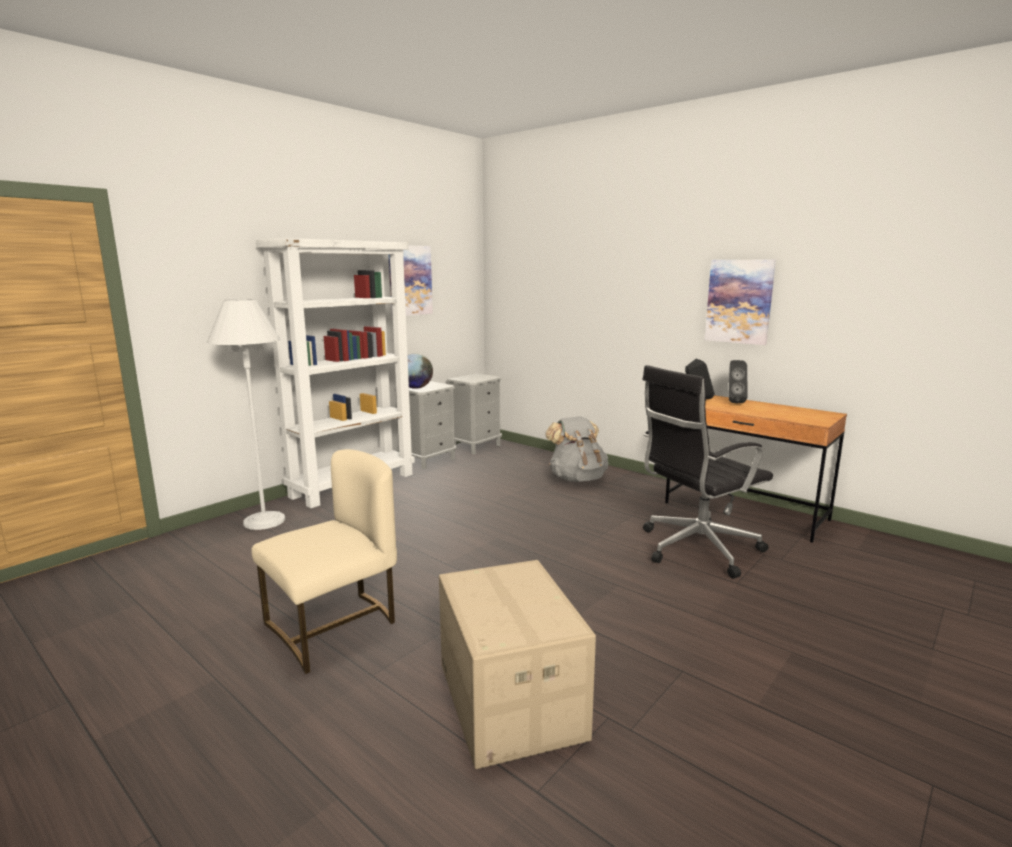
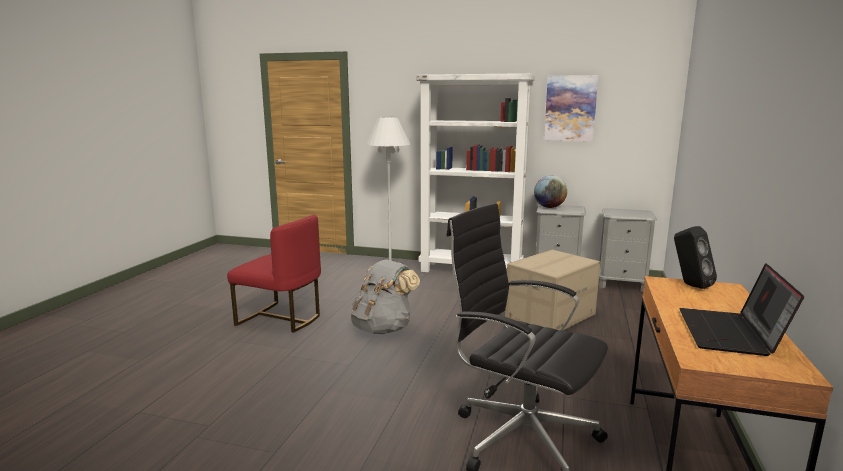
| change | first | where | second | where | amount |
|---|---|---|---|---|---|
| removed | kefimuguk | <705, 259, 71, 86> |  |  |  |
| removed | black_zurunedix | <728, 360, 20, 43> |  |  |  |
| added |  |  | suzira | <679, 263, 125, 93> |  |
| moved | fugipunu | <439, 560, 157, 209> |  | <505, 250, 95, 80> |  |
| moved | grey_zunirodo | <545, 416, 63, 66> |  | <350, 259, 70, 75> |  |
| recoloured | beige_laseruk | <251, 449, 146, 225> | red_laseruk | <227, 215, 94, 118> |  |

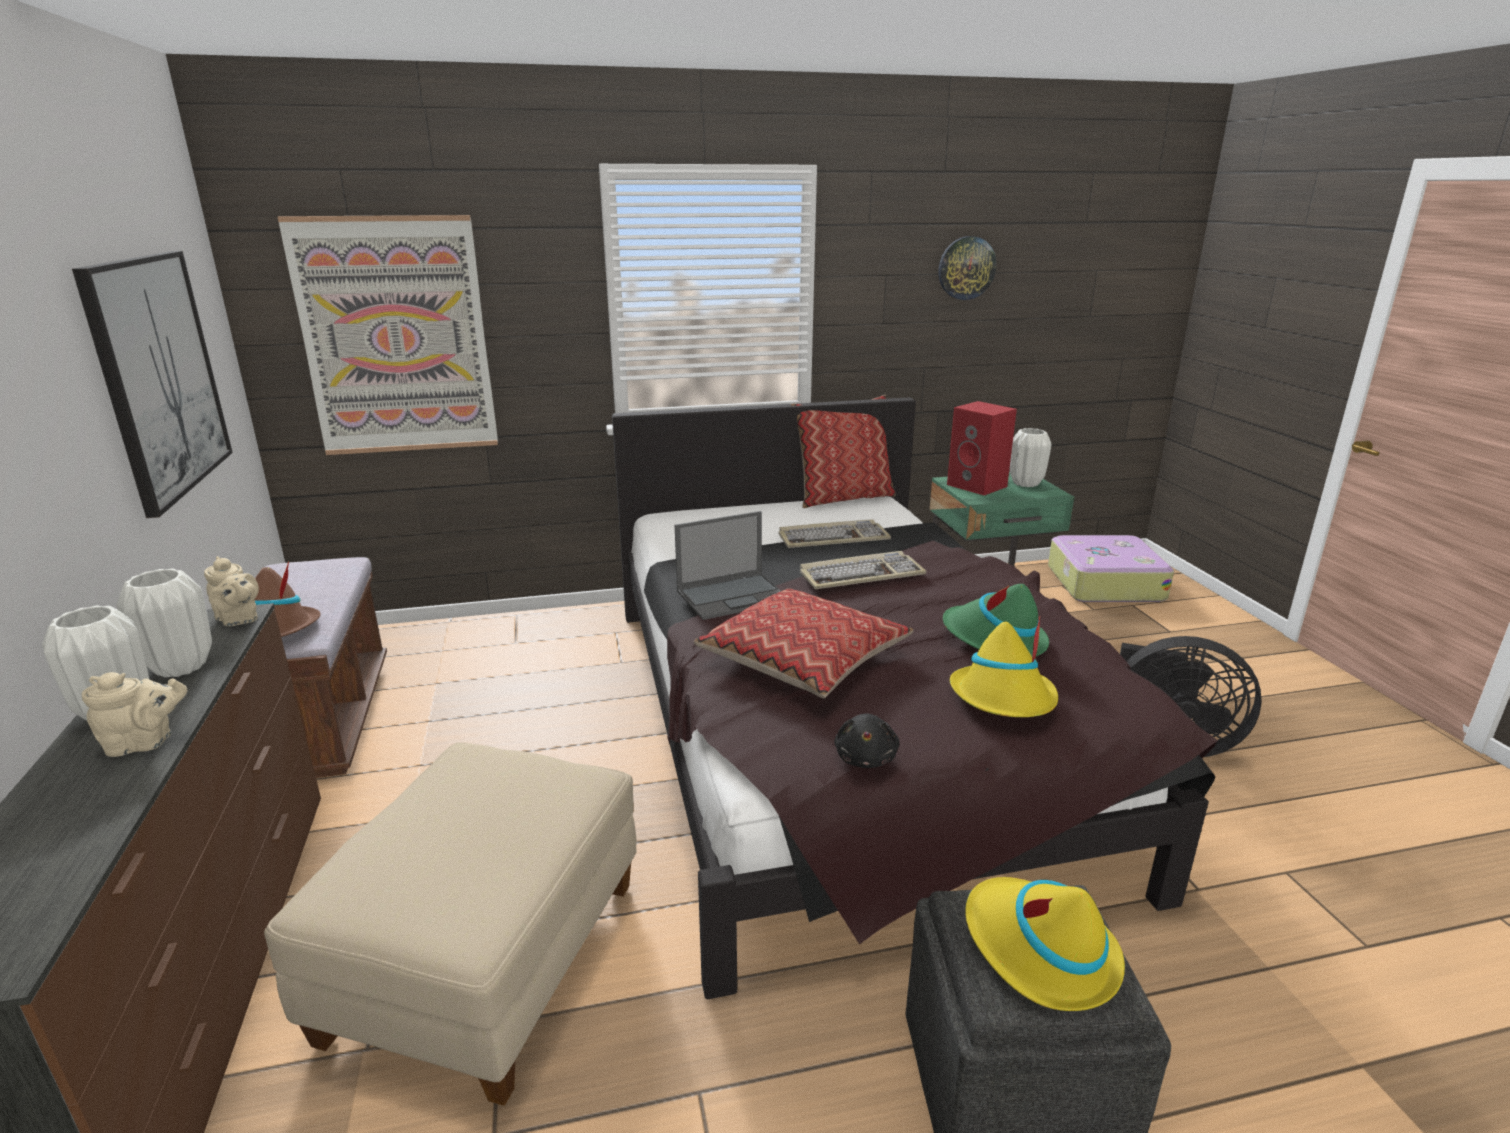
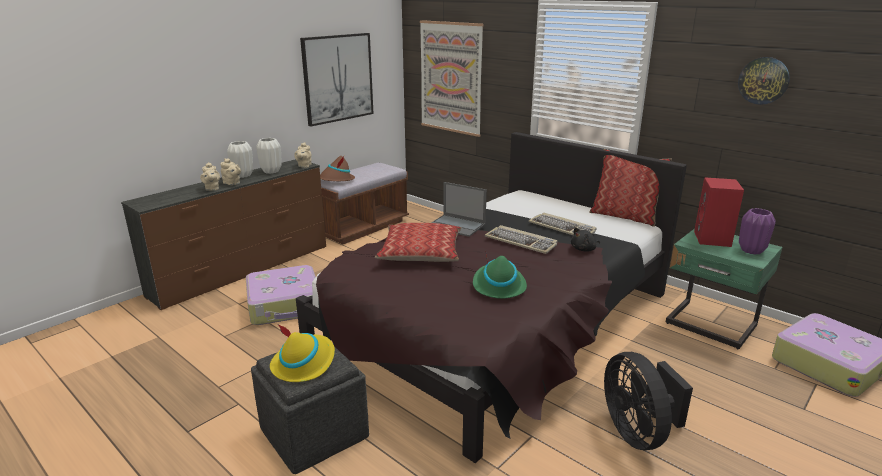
| change | first | where | second | where | amount |
|---|---|---|---|---|---|
| removed | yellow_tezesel | <950, 616, 108, 101> |  |  |  |
| added |  |  | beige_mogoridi | <200, 162, 20, 29> |  |
| moved | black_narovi | <834, 713, 66, 55> |  | <571, 228, 29, 24> |  |
| replaced | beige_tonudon | <264, 742, 373, 364> | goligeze | <245, 265, 71, 60> |  |
| recoloured | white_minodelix | <1010, 428, 42, 59> | purple_minodelix | <739, 208, 37, 47> |  |

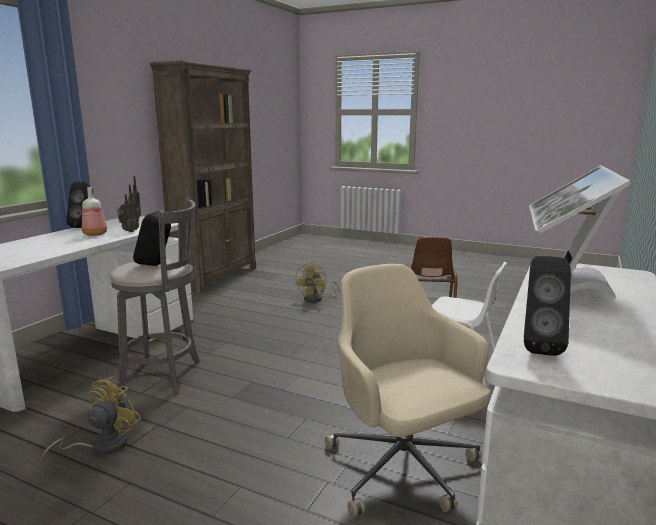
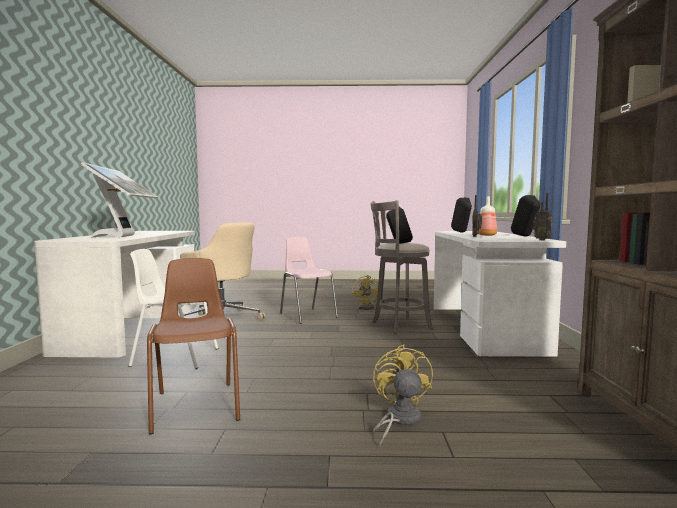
| change | first | where | second | where | amount |
|---|---|---|---|---|---|
| added |  |  | pink_laseruk | <280, 237, 58, 87> |  |
| moved | black_zurunedix | <524, 256, 47, 100> |  | <451, 198, 21, 35> |  |

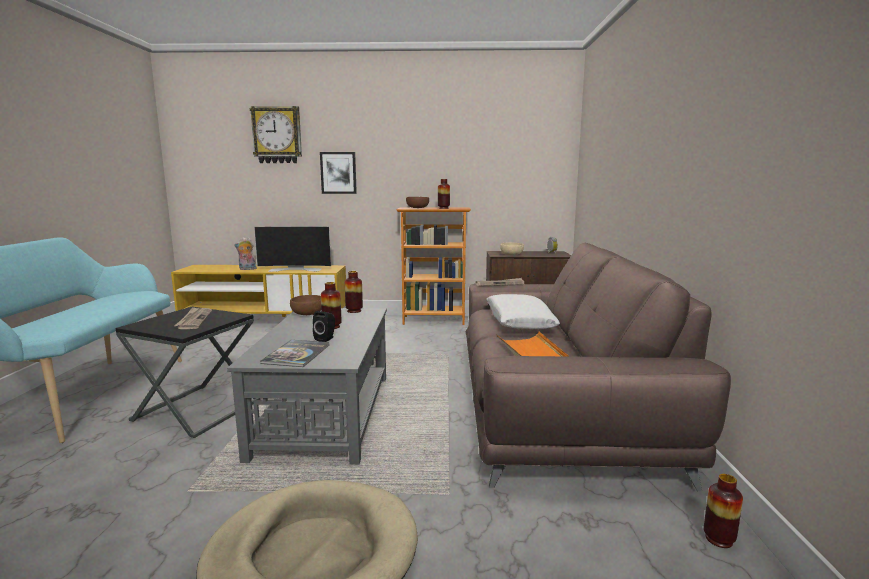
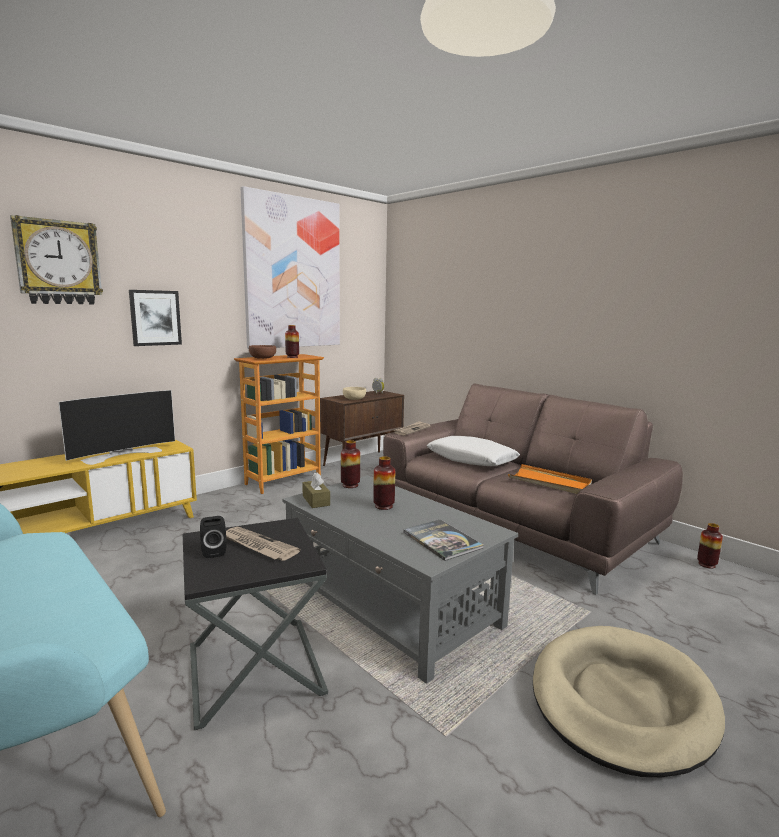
| change | first | where | second | where | amount |
|---|---|---|---|---|---|
| removed | narovi | <234, 237, 23, 33> |  |  |  |
| added |  |  | kefimuguk | <240, 186, 100, 163> |  |
| moved | black_zurunedix | <313, 311, 22, 31> |  | <200, 516, 27, 42> |  |
| replaced | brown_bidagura | <290, 295, 31, 20> | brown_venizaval | <302, 472, 28, 36> |  |

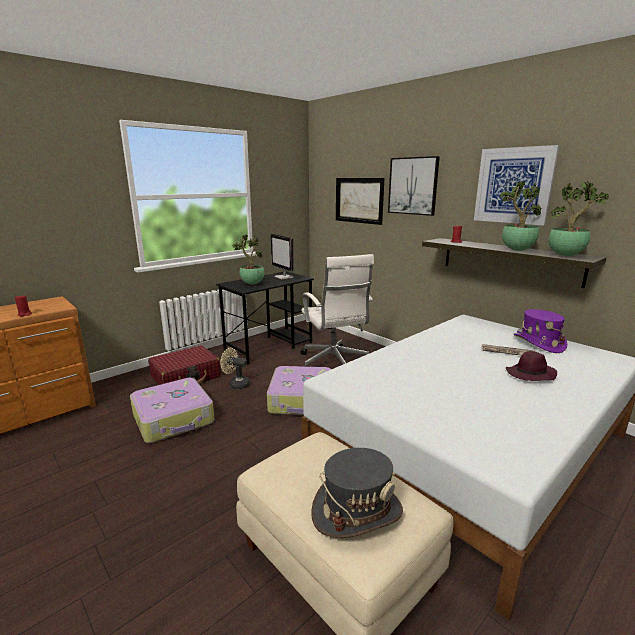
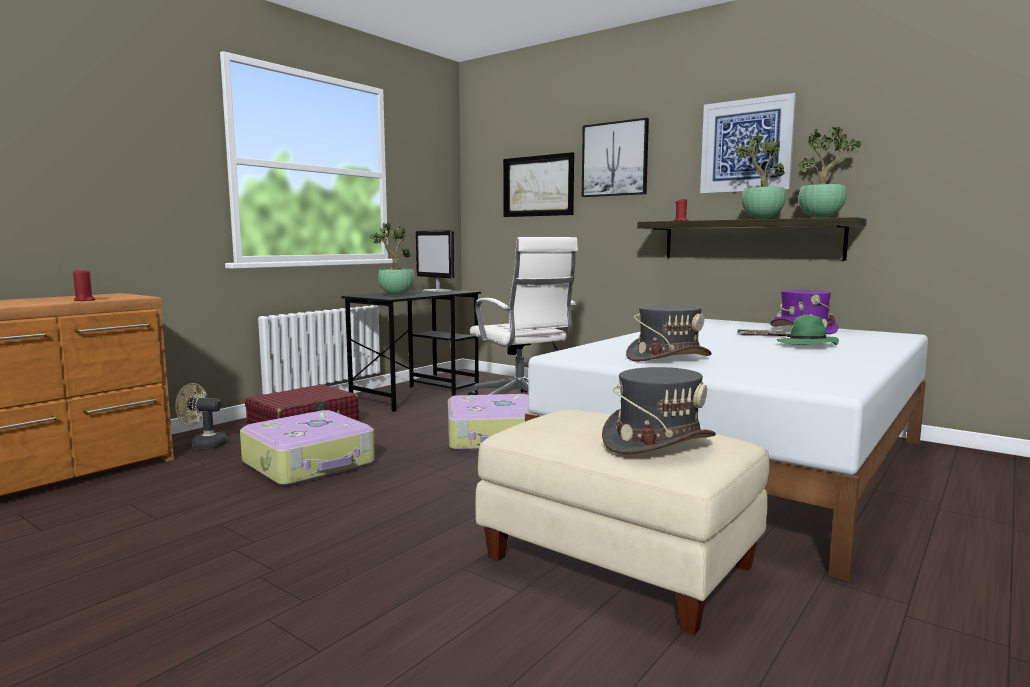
| change | first | where | second | where | amount |
|---|---|---|---|---|---|
| added |  |  | grey_tezesel | <626, 305, 86, 57> |  |
| moved | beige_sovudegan | <220, 348, 30, 41> |  | <175, 383, 52, 66> |  |
| recoloured | purple_tezesel | <506, 351, 51, 30> | green_tezesel | <776, 315, 63, 30> |  |

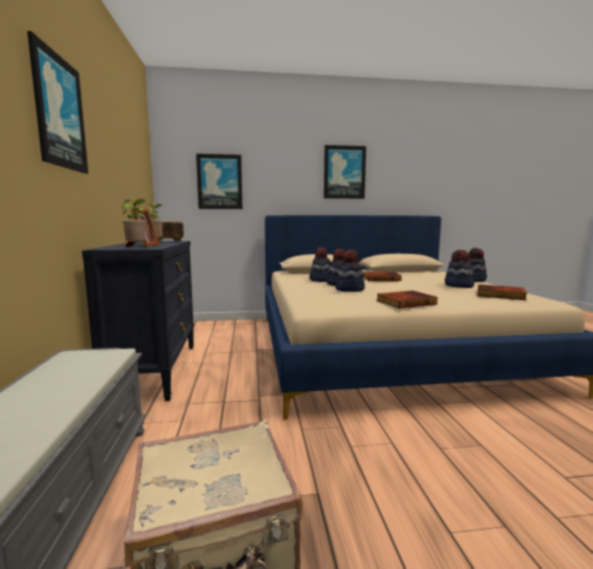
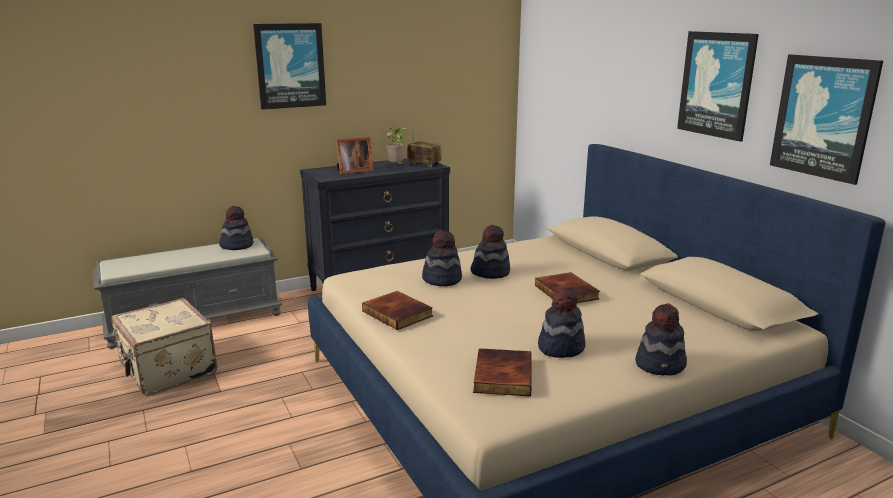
| change | first | where | second | where | amount |
|---|---|---|---|---|---|
| removed | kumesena | <122, 199, 25, 48> |  |  |  |
| moved | kefimuguk | <196, 154, 46, 55> |  | <770, 54, 113, 131> |  |
| moved | tezesel | <309, 247, 22, 35> |  | <219, 206, 34, 44> |  |

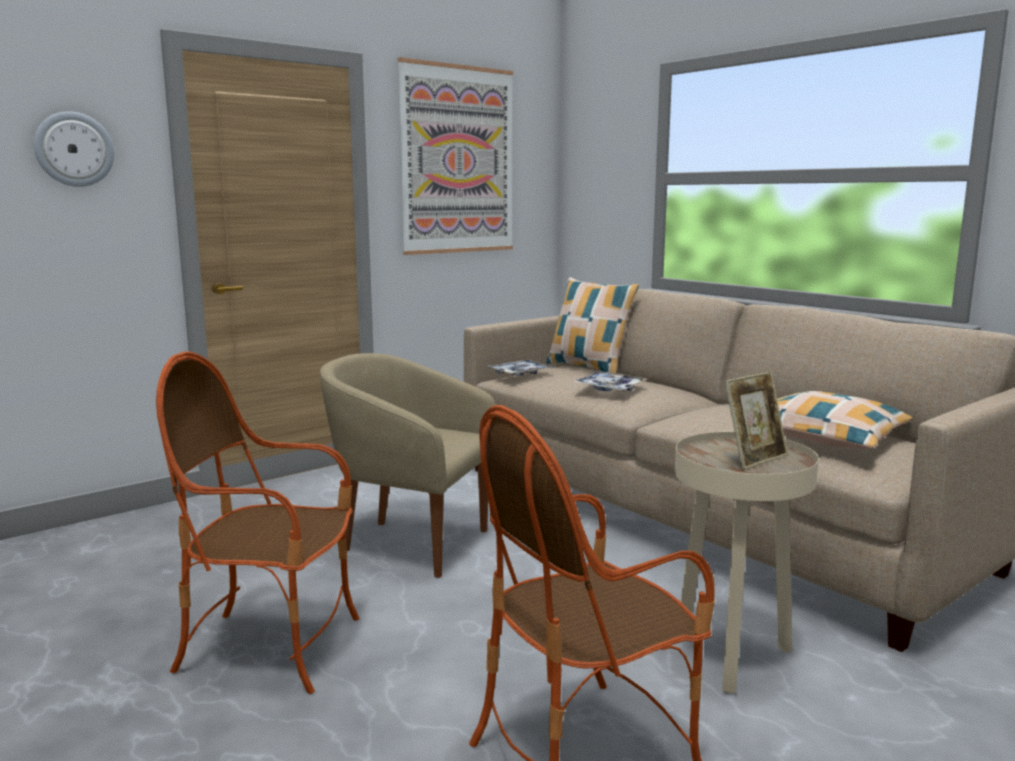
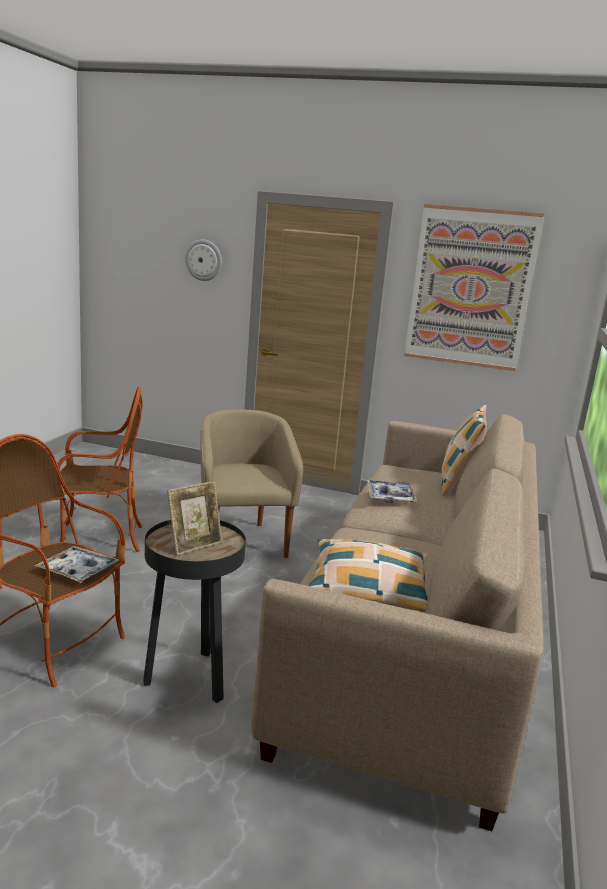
| change | first | where | second | where | amount |
|---|---|---|---|---|---|
| moved | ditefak | <489, 360, 65, 16> |  | <35, 546, 85, 37> |  |
| recoloured | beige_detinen | <675, 432, 144, 261> | black_detinen | <143, 520, 103, 183> |  |
| turned | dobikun | <156, 352, 204, 342> |  | <57, 386, 86, 166> | 105 degrees clockwise |
| turned | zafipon | <725, 371, 63, 99> |  | <167, 481, 56, 75> | 60 degrees counterclockwise |

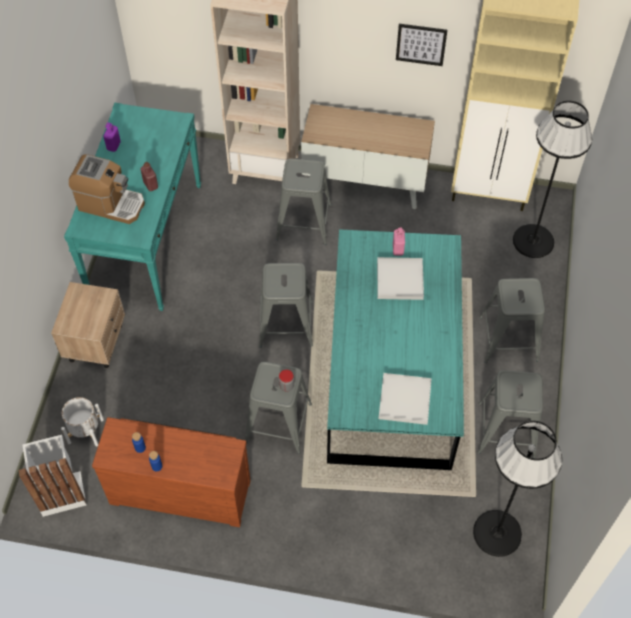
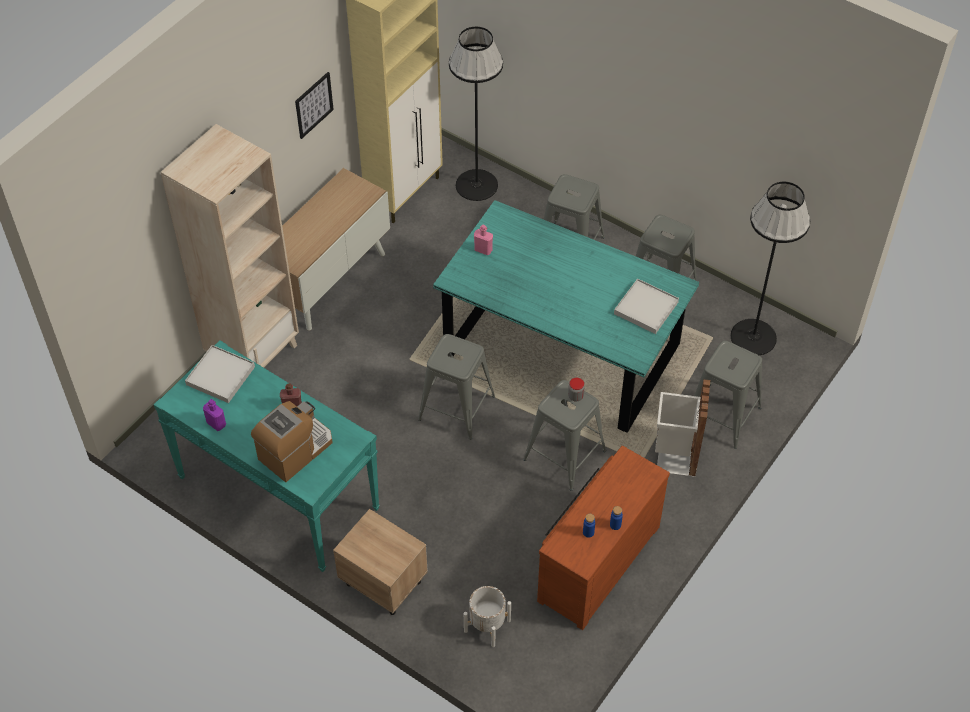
| change | first | where | second | where | amount |
|---|---|---|---|---|---|
| moved | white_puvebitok | <19, 435, 67, 82> |  | <655, 379, 55, 98> |  |
| moved | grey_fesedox | <276, 159, 56, 86> |  | <694, 341, 68, 108> |  |
| moved | white_ditefak | <377, 257, 47, 43> |  | <185, 345, 70, 58> |  |

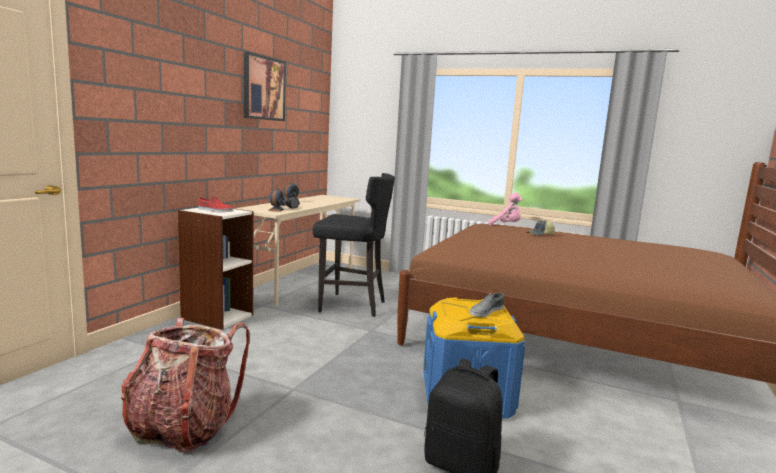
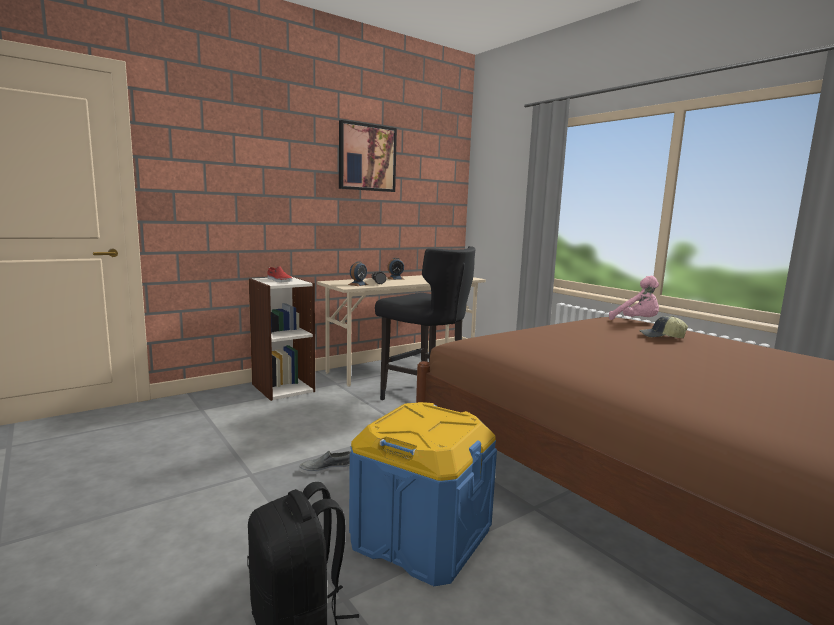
| change | first | where | second | where | amount |
|---|---|---|---|---|---|
| removed | zunirodo | <121, 318, 129, 135> |  |  |  |
| moved | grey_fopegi | <470, 293, 34, 24> |  | <299, 451, 52, 23> |  |

